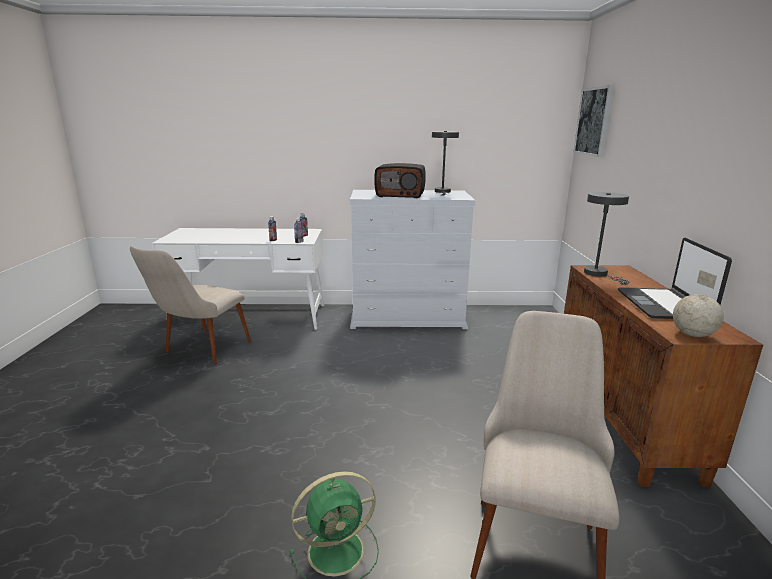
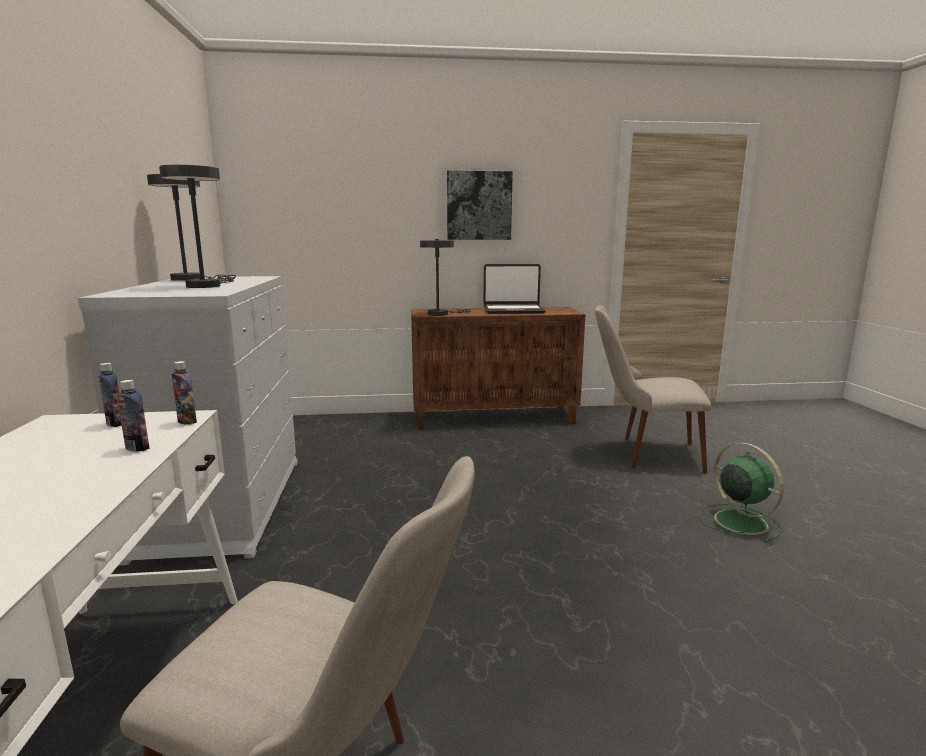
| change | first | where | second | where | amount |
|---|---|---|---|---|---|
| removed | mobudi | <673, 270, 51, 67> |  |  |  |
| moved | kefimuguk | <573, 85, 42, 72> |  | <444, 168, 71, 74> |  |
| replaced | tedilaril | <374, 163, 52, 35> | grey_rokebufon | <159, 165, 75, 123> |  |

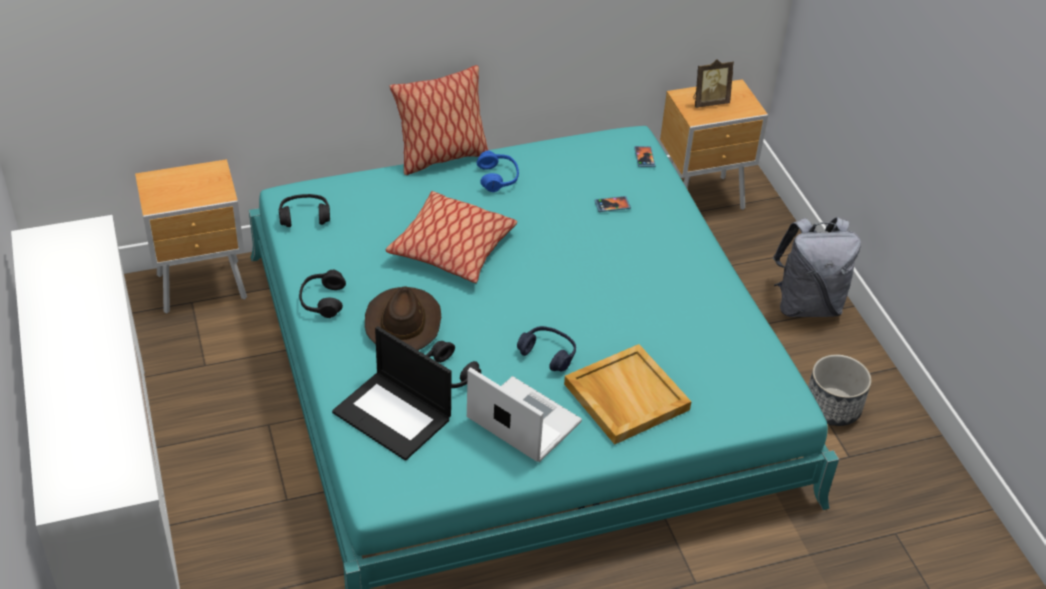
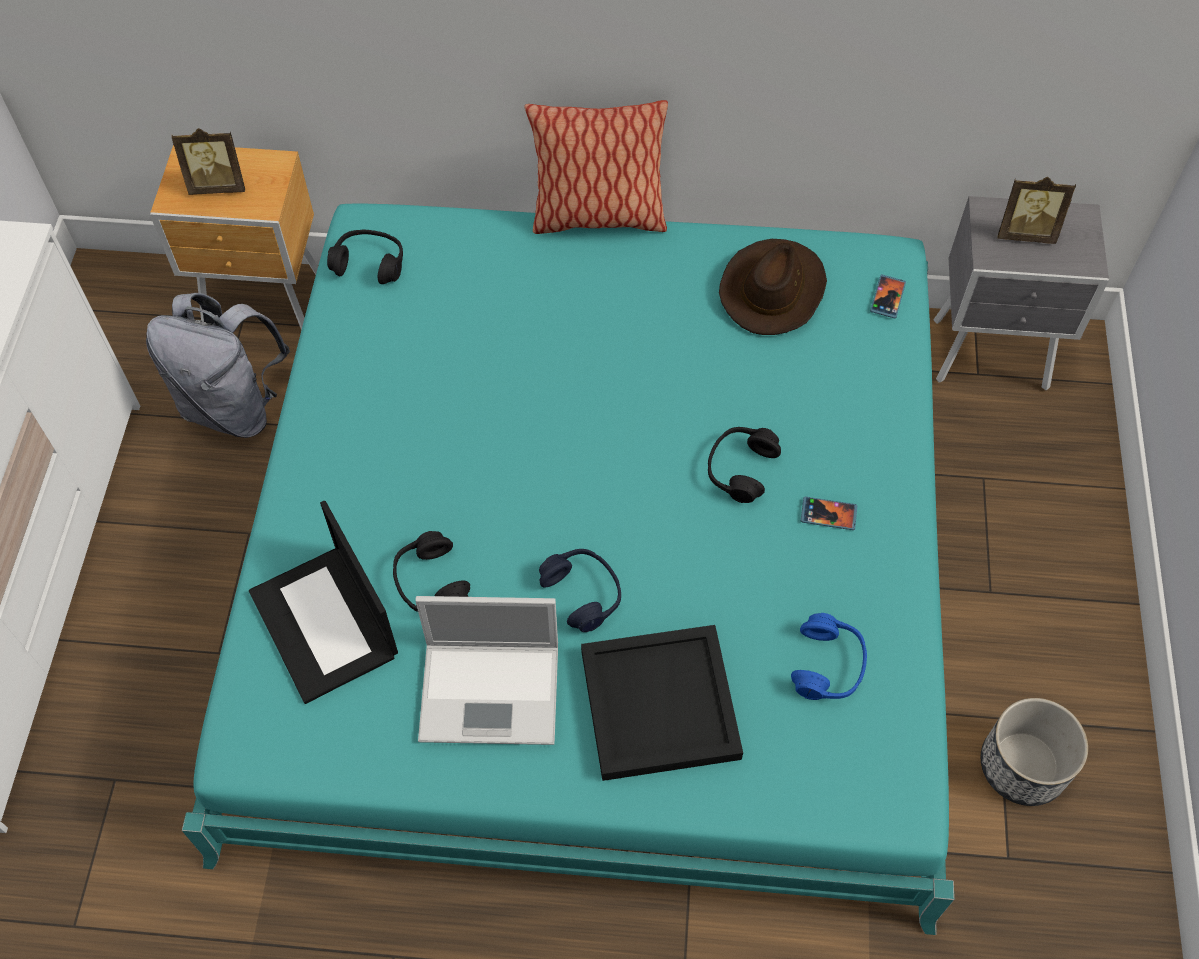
| change | first | where | second | where | amount |
|---|---|---|---|---|---|
| removed | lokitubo | <386, 191, 131, 92> |  |  |  |
| added |  |  | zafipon | <171, 128, 74, 67> |  |
| moved | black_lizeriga | <299, 270, 47, 48> |  | <708, 427, 73, 76> |  |
| moved | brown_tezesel | <365, 286, 76, 64> |  | <719, 239, 108, 96> |  |
| moved | blue_lizeriga | <477, 151, 42, 41> |  | <791, 613, 76, 87> |  |
| moved | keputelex | <594, 196, 37, 16> |  | <801, 497, 56, 33> |  |
| moved | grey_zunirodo | <773, 217, 88, 100> |  | <146, 293, 144, 145> |  |
| recoloured | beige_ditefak | <564, 344, 128, 101> | black_ditefak | <581, 625, 162, 156> |  |
| recoloured | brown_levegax | <660, 79, 108, 131> | grey_levegax | <933, 196, 176, 194> |  |
| turned | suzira | <467, 367, 115, 95> |  | <415, 596, 143, 149> | 120 degrees clockwise |

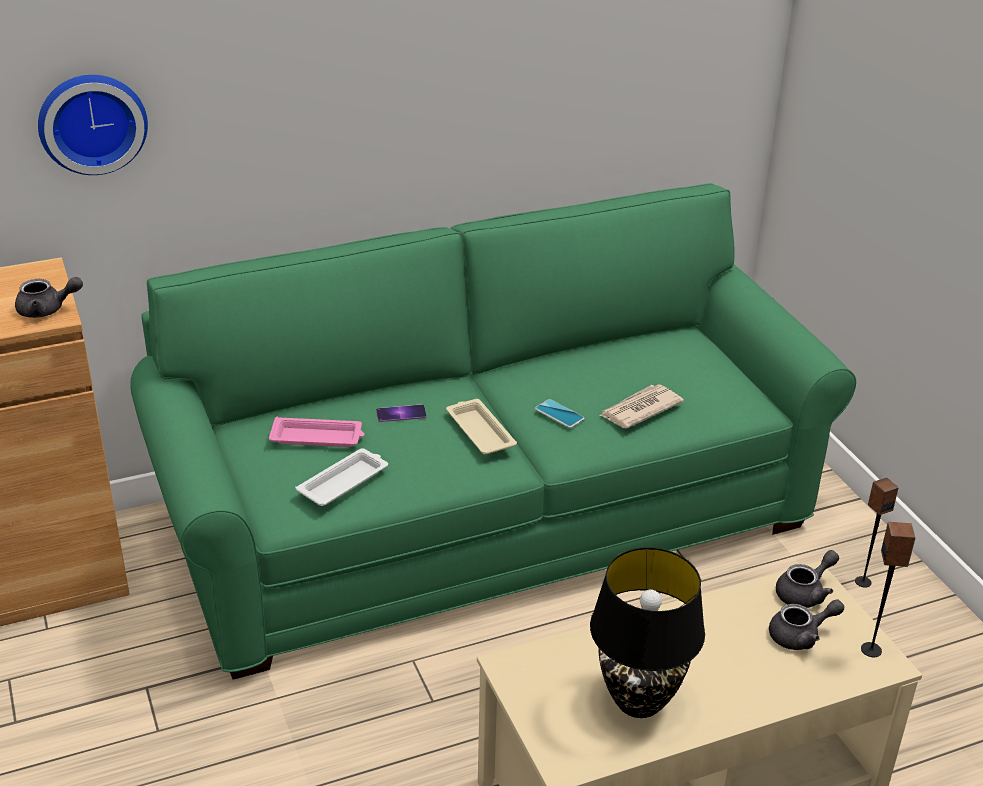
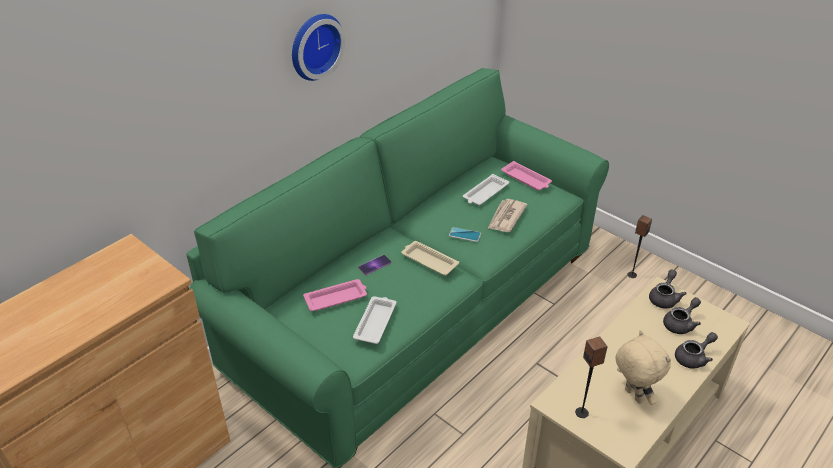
| change | first | where | second | where | amount |
|---|---|---|---|---|---|
| added |  |  | white_ditefak | <463, 174, 46, 31> |  |
| added |  |  | pink_ditefak | <501, 161, 51, 29> |  |
| moved | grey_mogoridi | <15, 277, 68, 41> |  | <675, 332, 43, 37> |  |
| moved | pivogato | <38, 75, 110, 100> |  | <292, 14, 53, 67> |  |
| moved | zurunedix | <861, 522, 55, 135> |  | <575, 337, 33, 81> |  |
| replaced | black_rokebufon | <590, 547, 115, 171> | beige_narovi | <615, 330, 56, 75> |  |

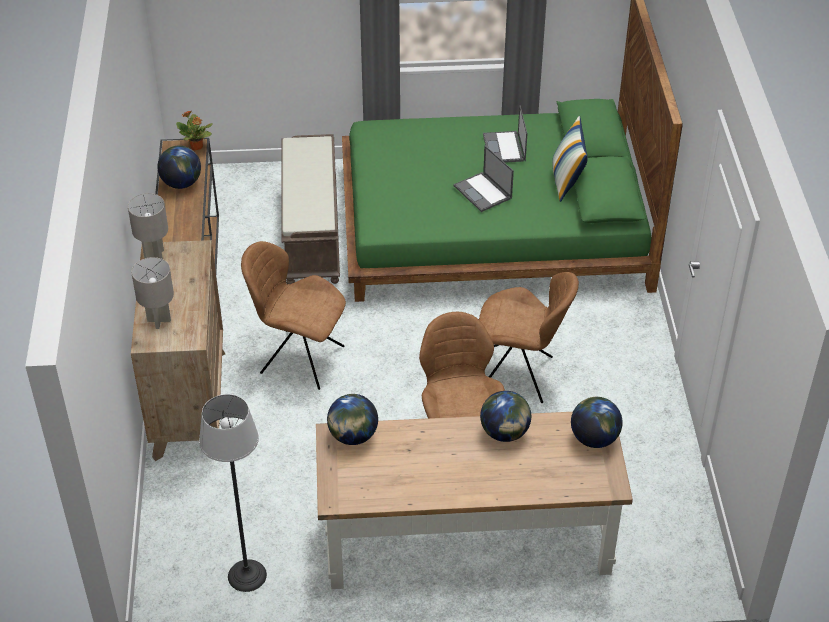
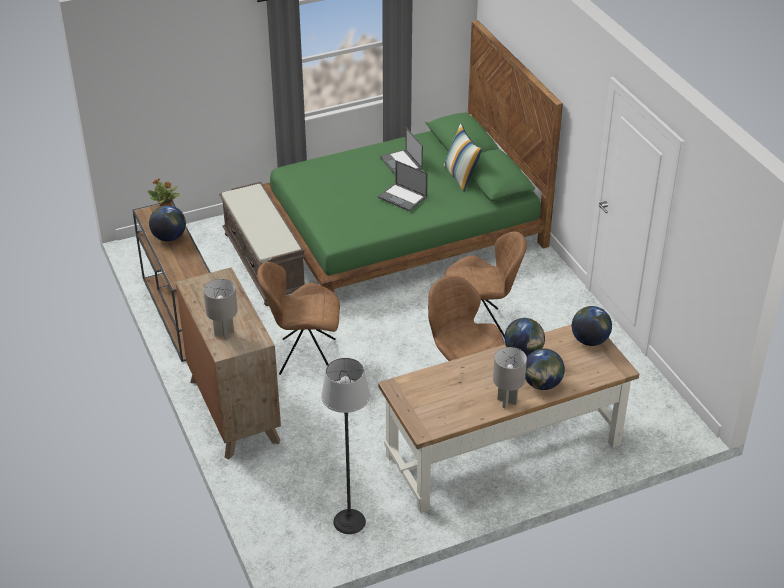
| change | first | where | second | where | amount |
|---|---|---|---|---|---|
| moved | grey_rokebufon | <128, 193, 40, 66> |  | <493, 347, 34, 61> |  |
| moved | mobudi | <327, 394, 51, 51> |  | <525, 348, 40, 42> |  |

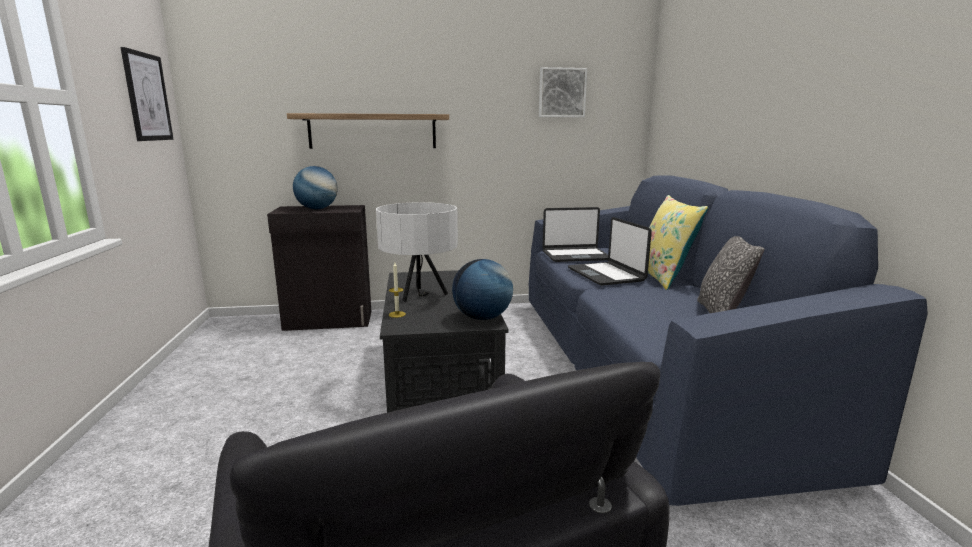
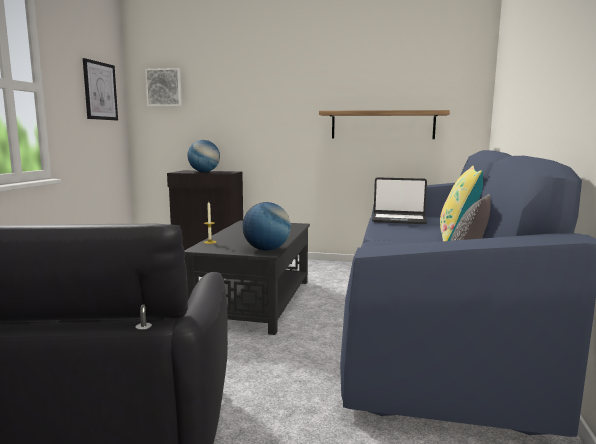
| change | first | where | second | where | amount |
|---|---|---|---|---|---|
| removed | white_rokebufon | <376, 202, 82, 100> |  |  |  |
| removed | suzira | <568, 217, 84, 69> |  |  |  |
| moved | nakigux | <287, 113, 162, 36> |  | <319, 110, 131, 29> |  |
| moved | kefimuguk | <539, 67, 48, 50> |  | <145, 68, 37, 38> |  |

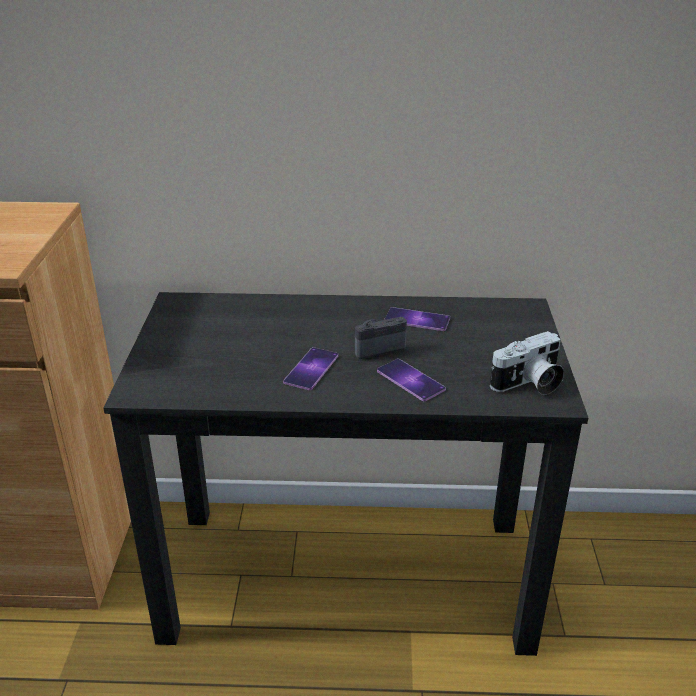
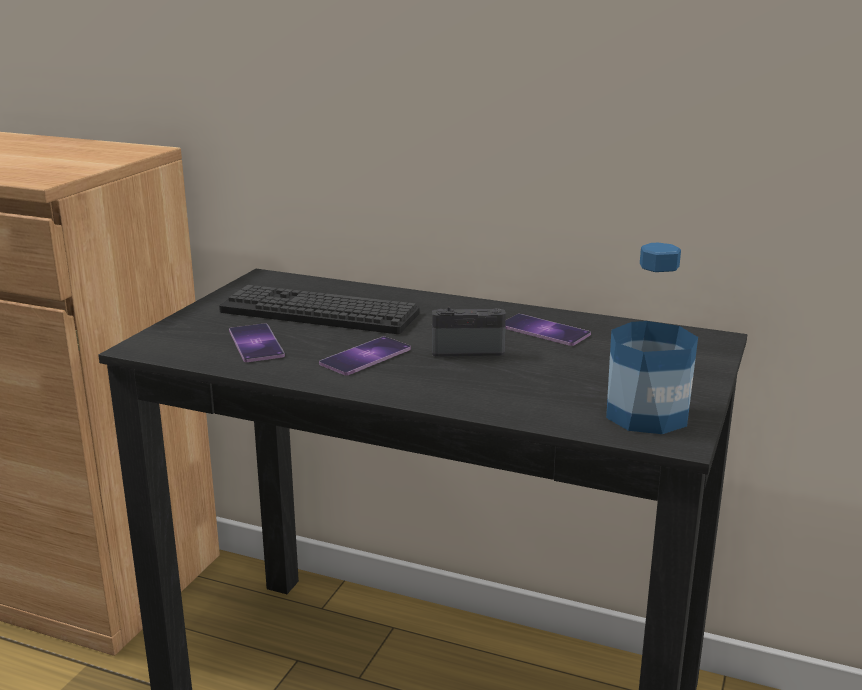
| change | first | where | second | where | amount |
|---|---|---|---|---|---|
| added |  |  | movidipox | <219, 285, 201, 49> |  |
| moved | keputelex | <377, 359, 69, 42> |  | <229, 323, 56, 39> |  |
| replaced | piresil | <490, 331, 74, 64> | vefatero | <606, 243, 92, 191> |  |

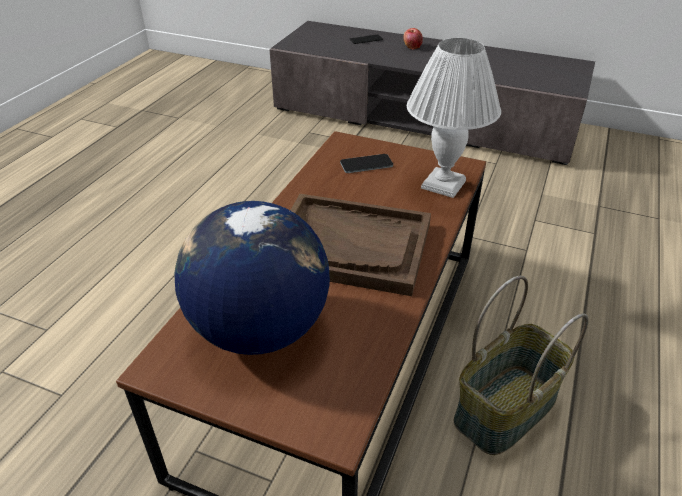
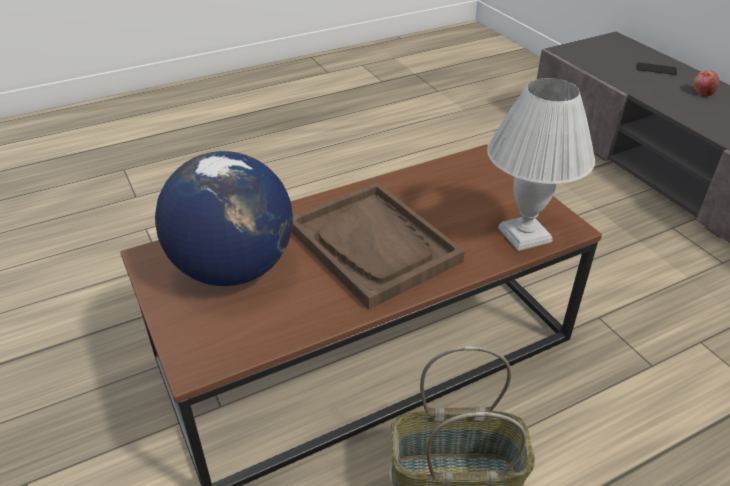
| change | first | where | second | where | amount |
|---|---|---|---|---|---|
| removed | keputelex | <340, 154, 53, 19> |  |  |  |

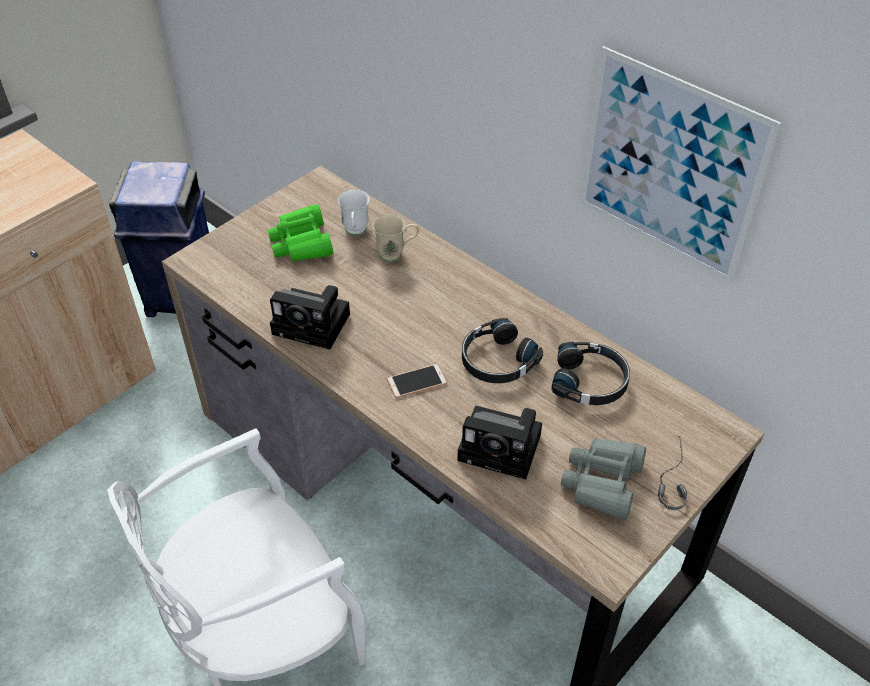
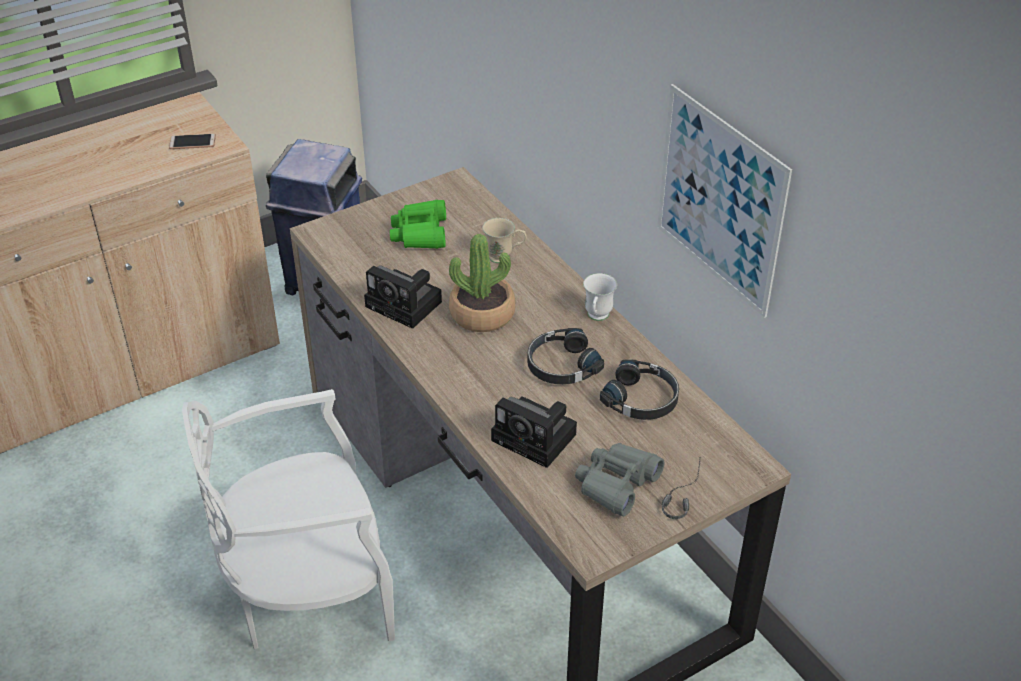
| change | first | where | second | where | amount |
|---|---|---|---|---|---|
| added |  |  | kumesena | <449, 234, 66, 98> |  |
| moved | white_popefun | <337, 189, 33, 46> |  | <583, 273, 34, 48> |  |
| moved | keputelex | <387, 364, 60, 34> |  | <169, 134, 47, 15> |  |

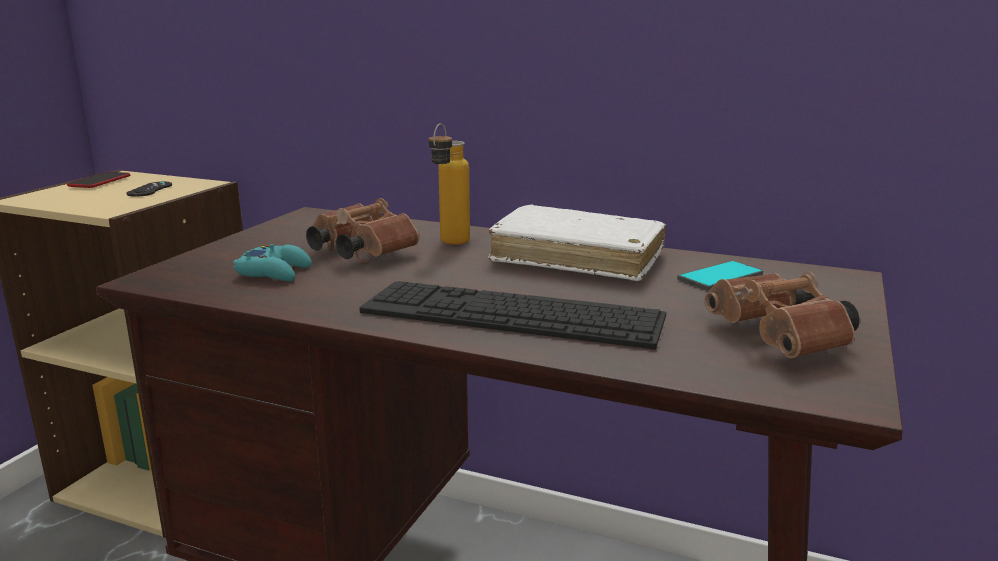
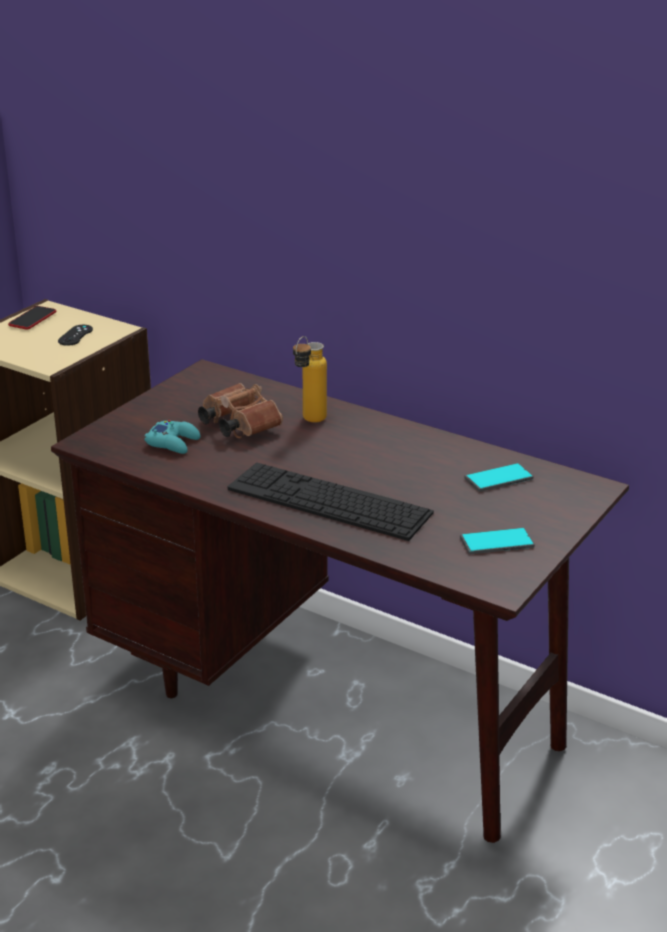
| change | first | where | second | where | amount |
|---|---|---|---|---|---|
| removed | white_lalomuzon | <488, 204, 178, 77> |  |  |  |
| replaced | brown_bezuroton | <705, 271, 154, 87> | keputelex | <460, 527, 74, 27> |  |

